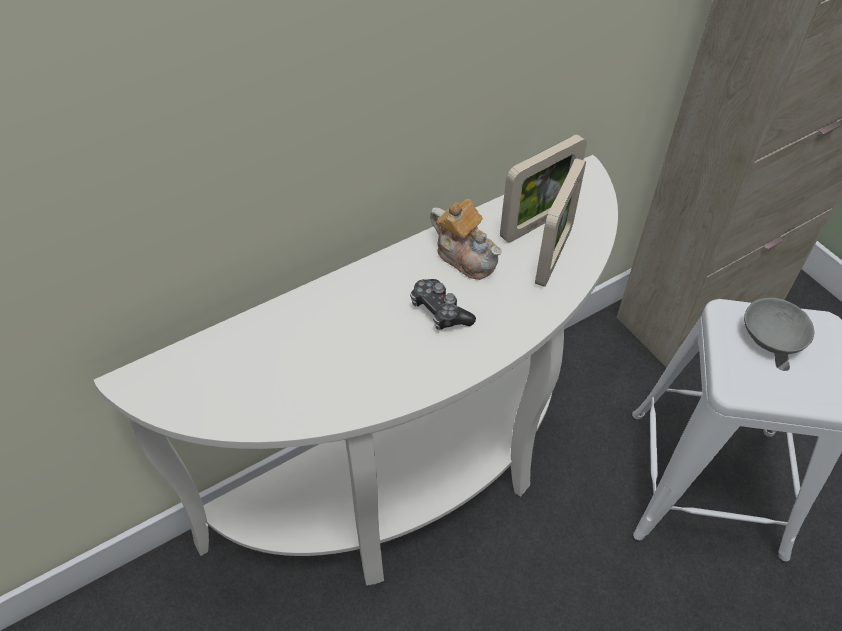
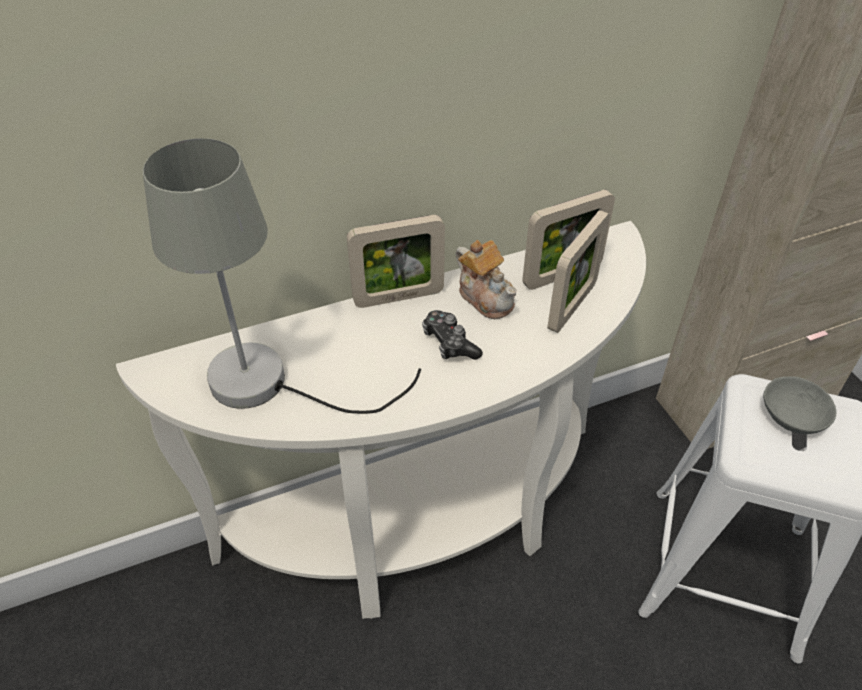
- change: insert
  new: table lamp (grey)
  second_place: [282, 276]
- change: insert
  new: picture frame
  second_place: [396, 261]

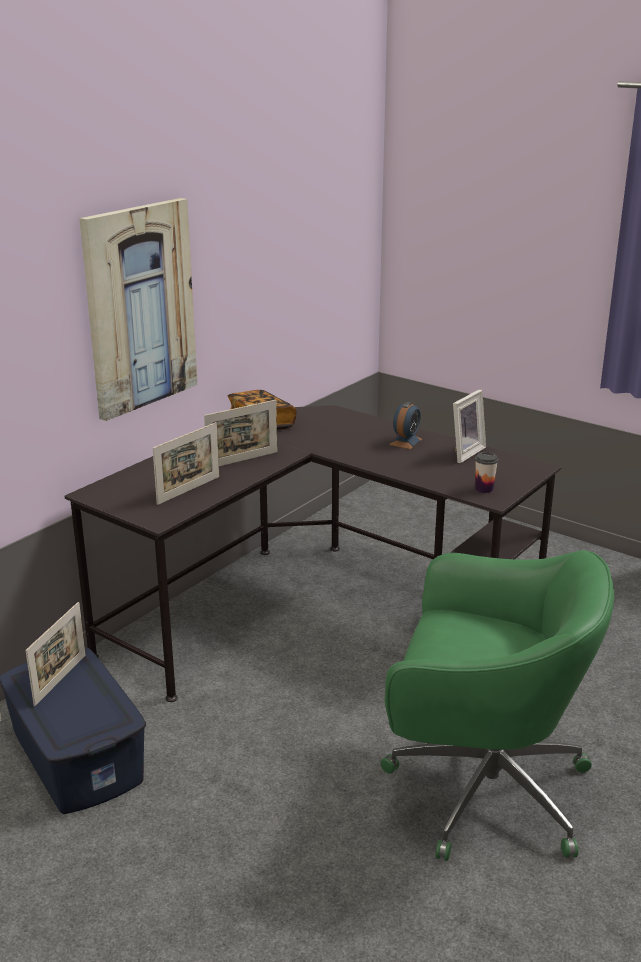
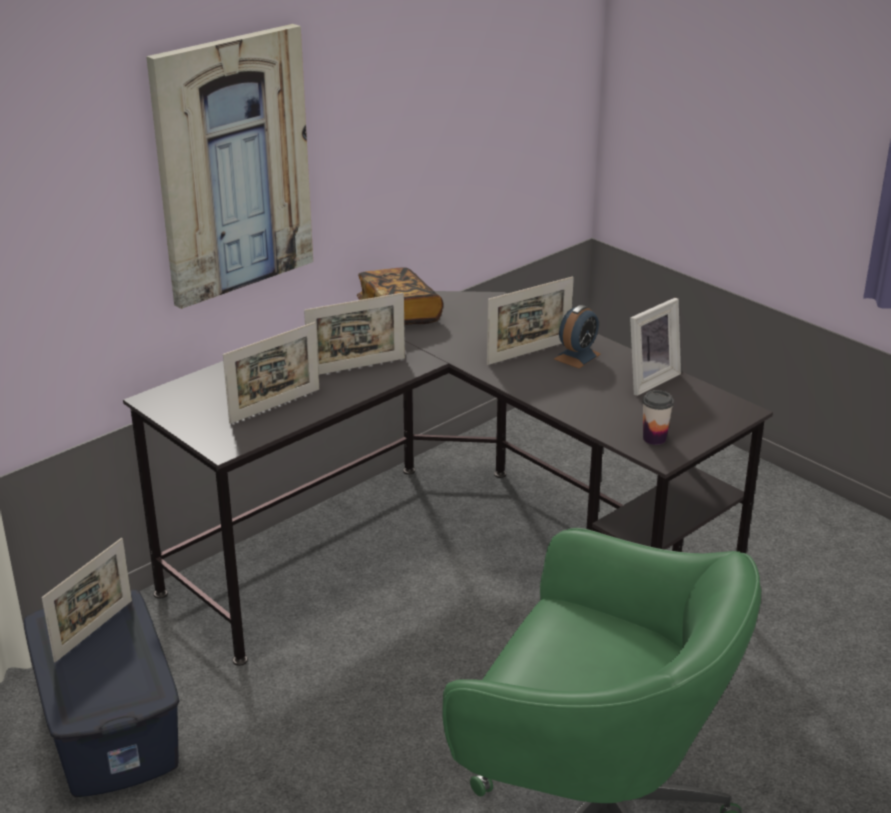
- change: insert
  new: picture frame
  second_place: [530, 320]

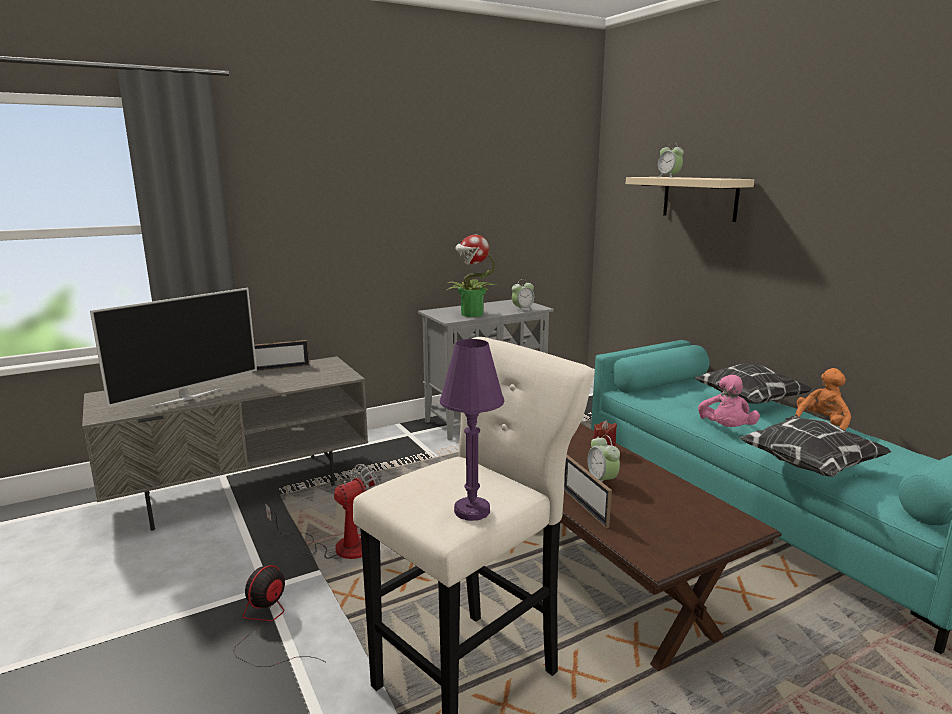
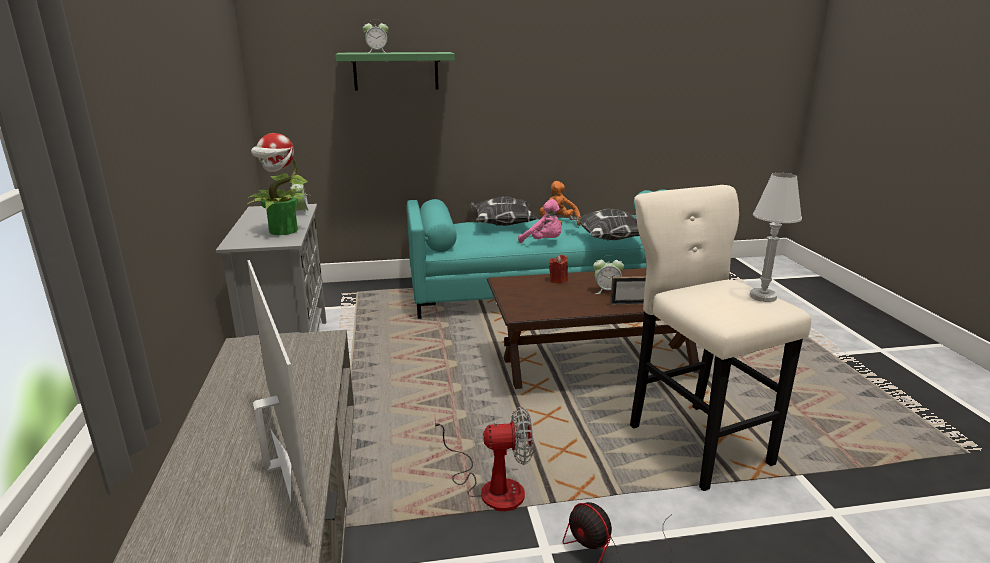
- change: delete
  old: picture frame
  first_place: [281, 356]
- change: rotate
  old: fan
  first_place: [322, 511]
  second_place: [484, 459]
  degrees: 105
- change: recolor
  old: table lamp (purple)
  new: table lamp (white)
  first_place: [472, 430]
  second_place: [776, 237]
- change: recolor
  old: shelf (beige)
  new: shelf (green)
  first_place: [690, 199]
  second_place: [395, 71]

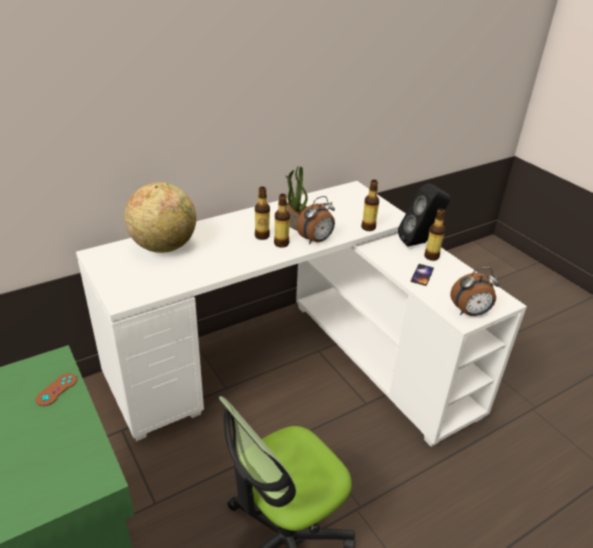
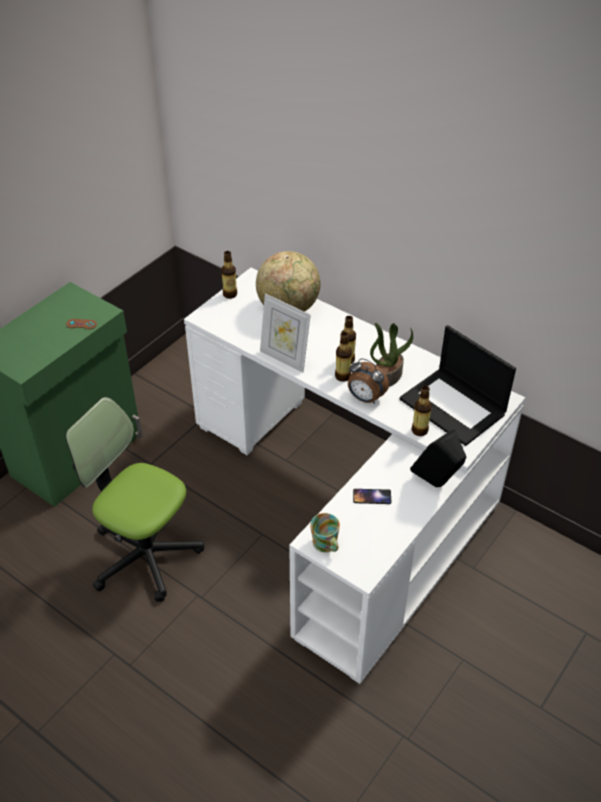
- change: move
  old: bottle
  first_place: [434, 234]
  second_place: [229, 275]
- change: replace
  old: alarm clock
  new: mug
  first_place: [474, 291]
  second_place: [325, 532]
- change: insert
  new: picture frame
  second_place: [285, 333]
- change: insert
  new: laptop
  second_place: [458, 385]

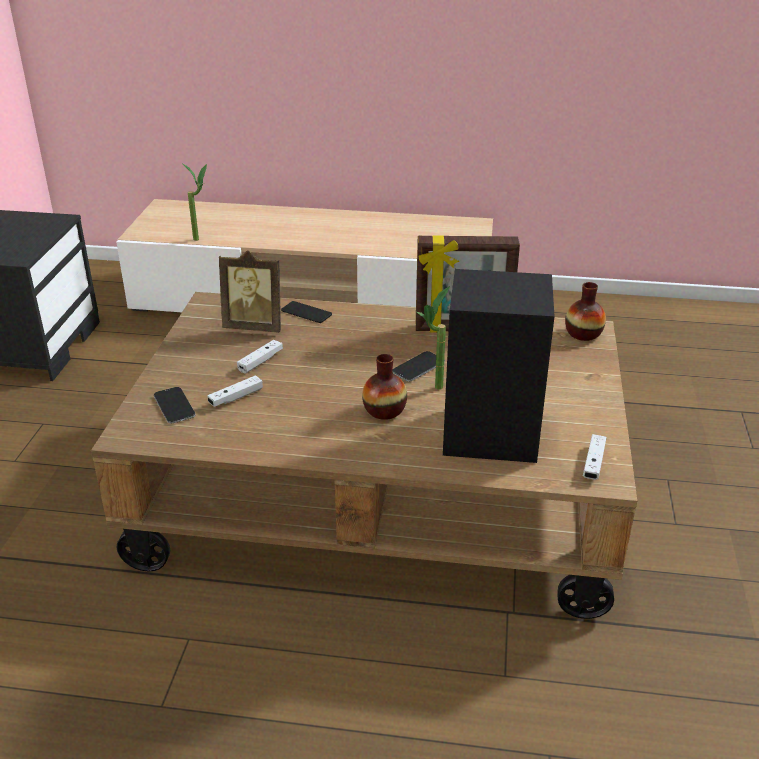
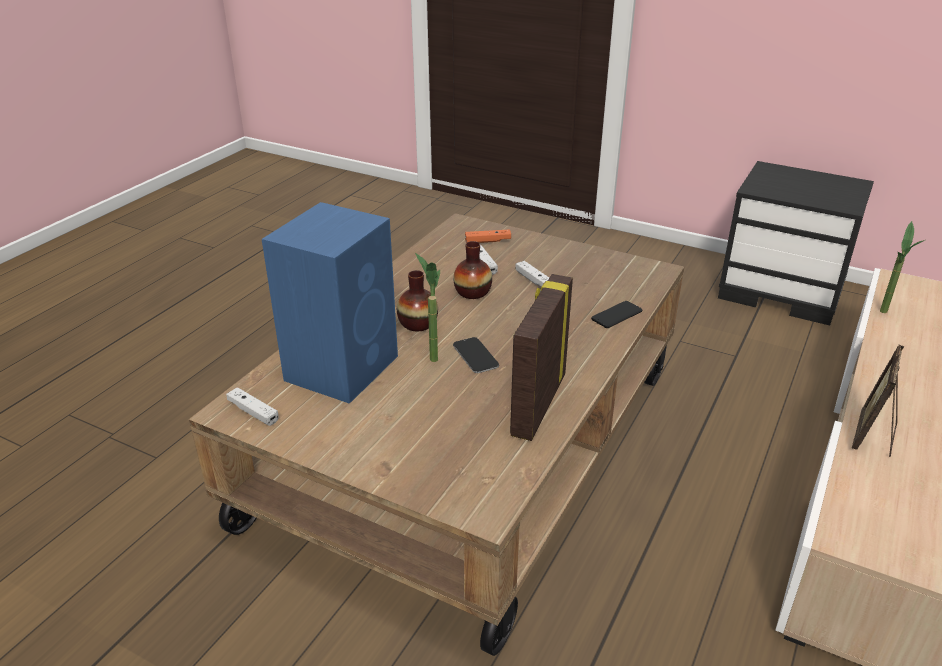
- change: replace
  old: phone
  new: game controller (orange)
  first_place: [174, 405]
  second_place: [488, 236]
- change: move
  old: picture frame
  first_place: [250, 291]
  second_place: [878, 401]
- change: recolor
  old: speaker (black)
  new: speaker (blue)
  first_place: [499, 366]
  second_place: [330, 303]
- change: move
  old: vase
  first_place: [585, 311]
  second_place: [472, 270]

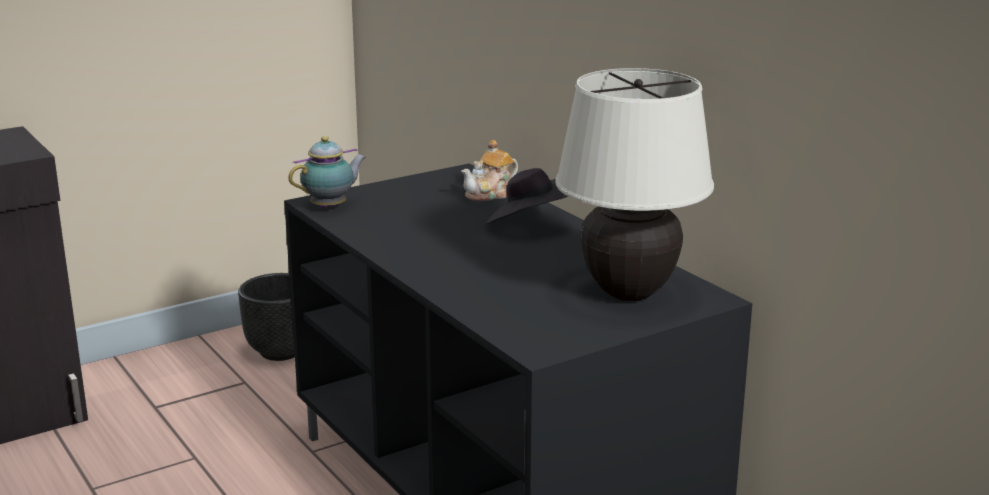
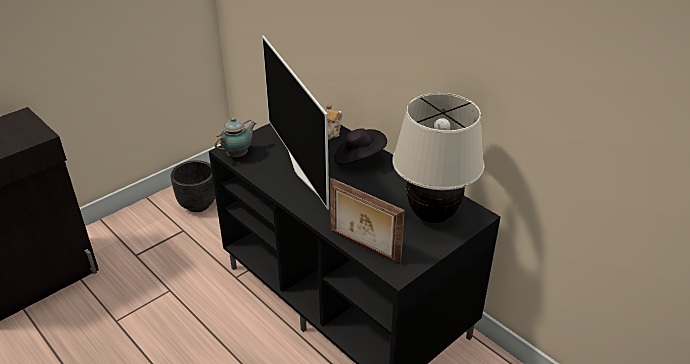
- change: insert
  new: television
  second_place: [295, 122]
- change: insert
  new: picture frame
  second_place: [367, 221]

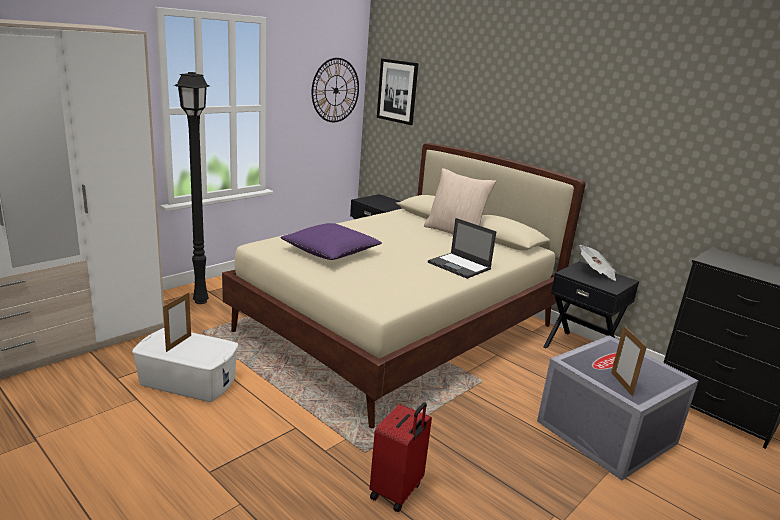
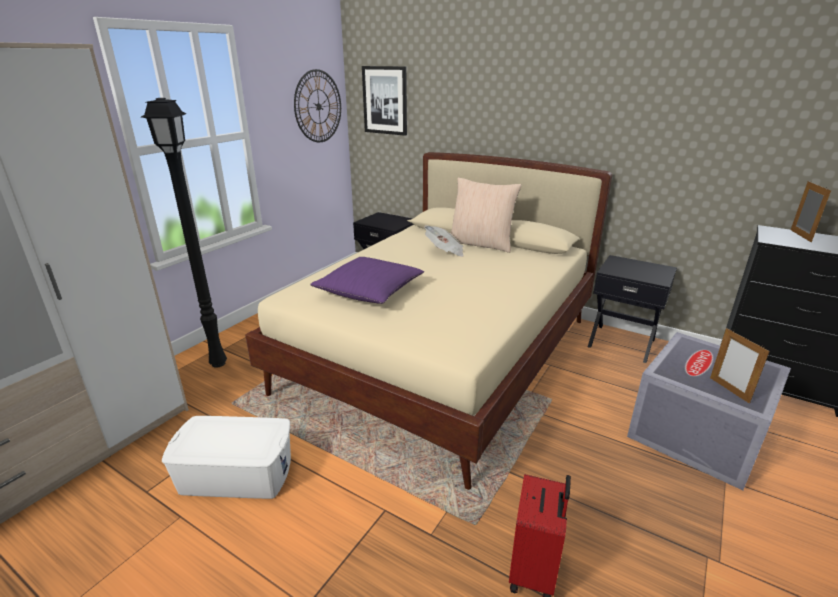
- change: move
  old: picture frame
  first_place: [177, 322]
  second_place: [811, 211]
- change: delete
  old: laptop
  first_place: [462, 248]
- change: move
  old: newspaper
  first_place: [597, 263]
  second_place: [443, 241]

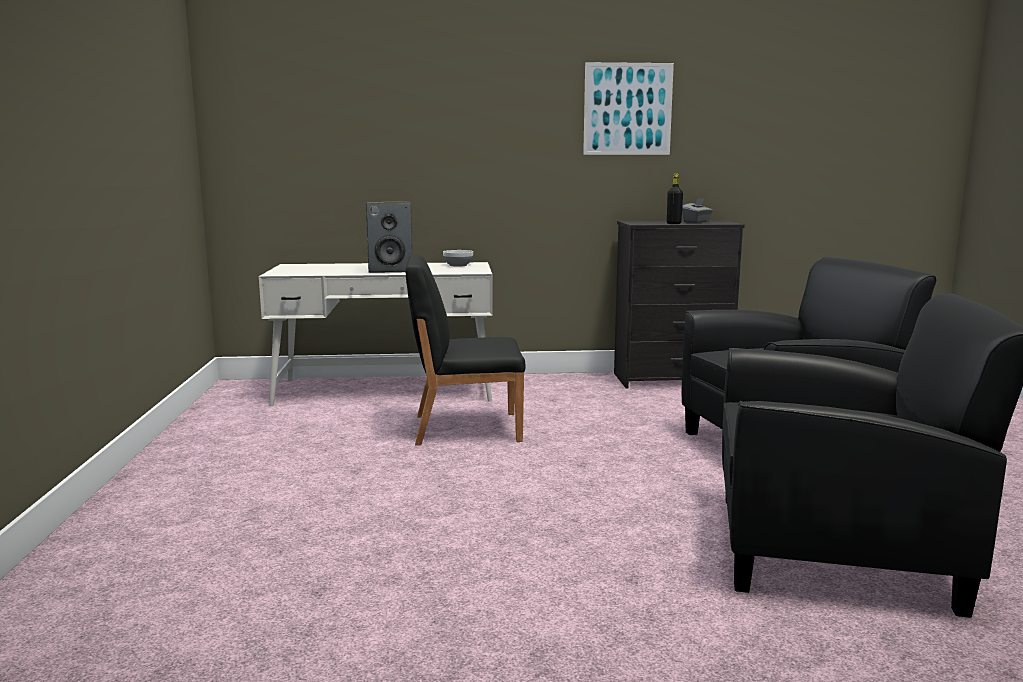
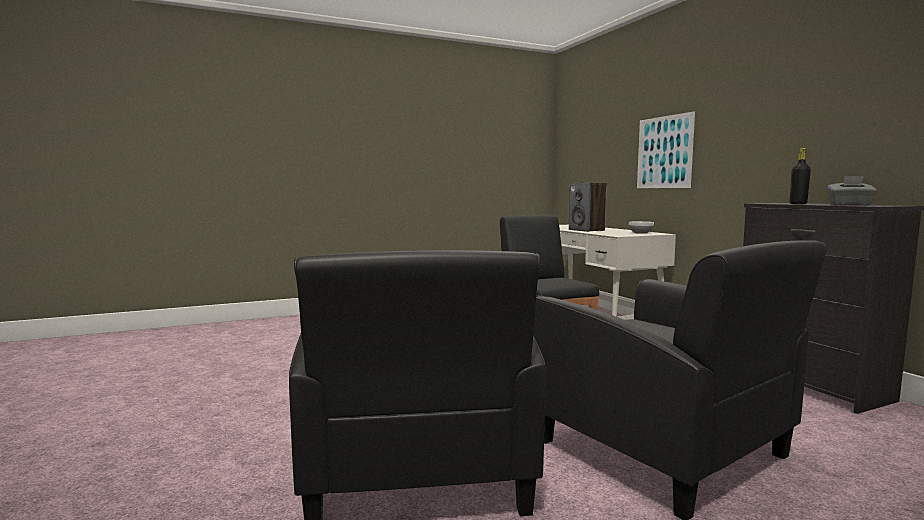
- change: move
  old: picture
  first_place: [628, 108]
  second_place: [666, 149]

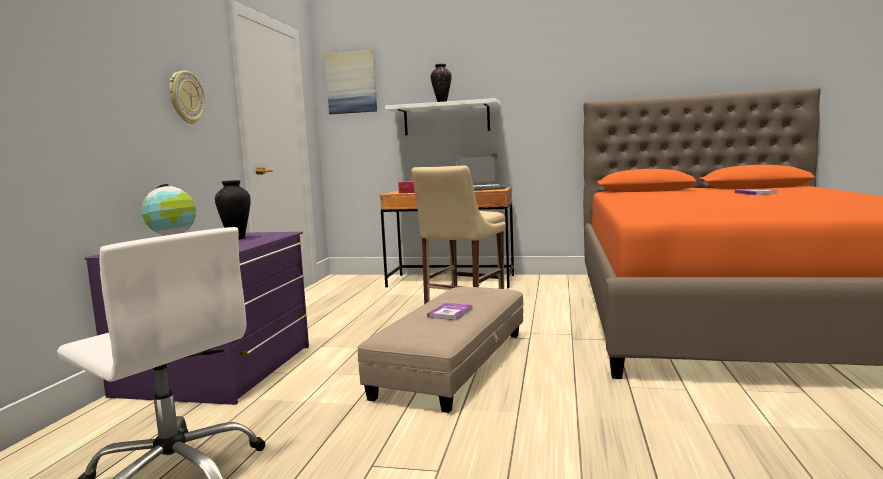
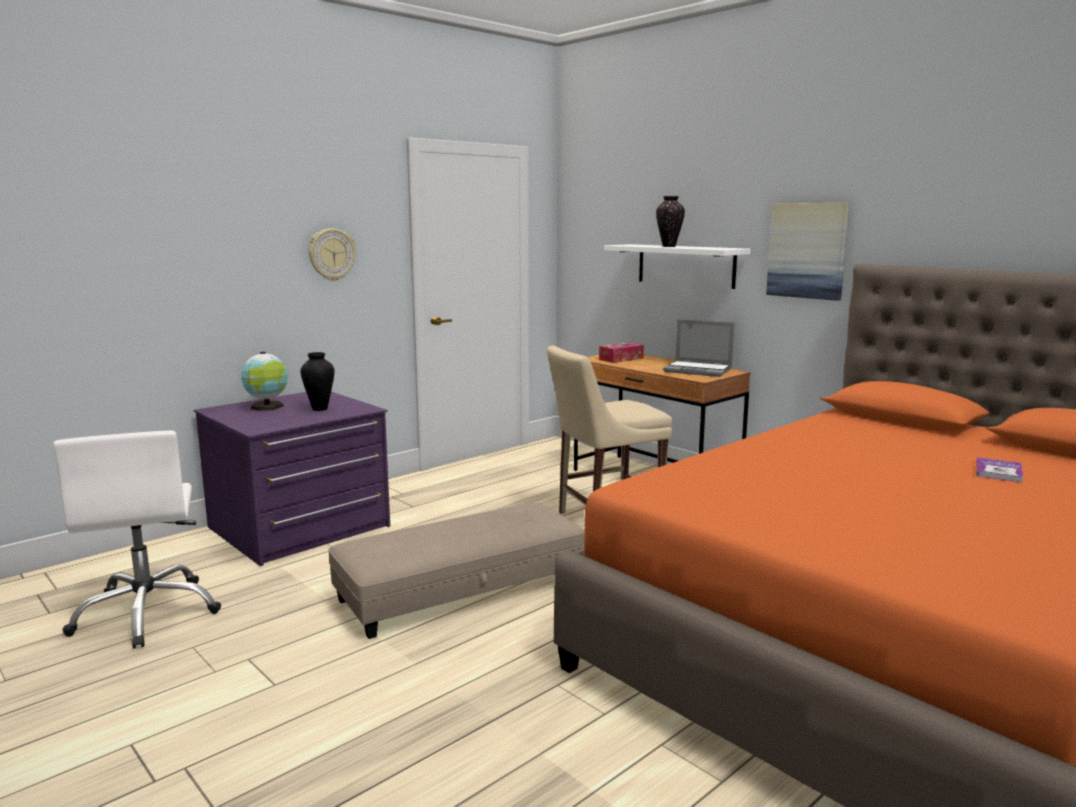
- change: move
  old: picture
  first_place: [351, 82]
  second_place: [808, 252]
- change: delete
  old: book
  first_place: [449, 311]

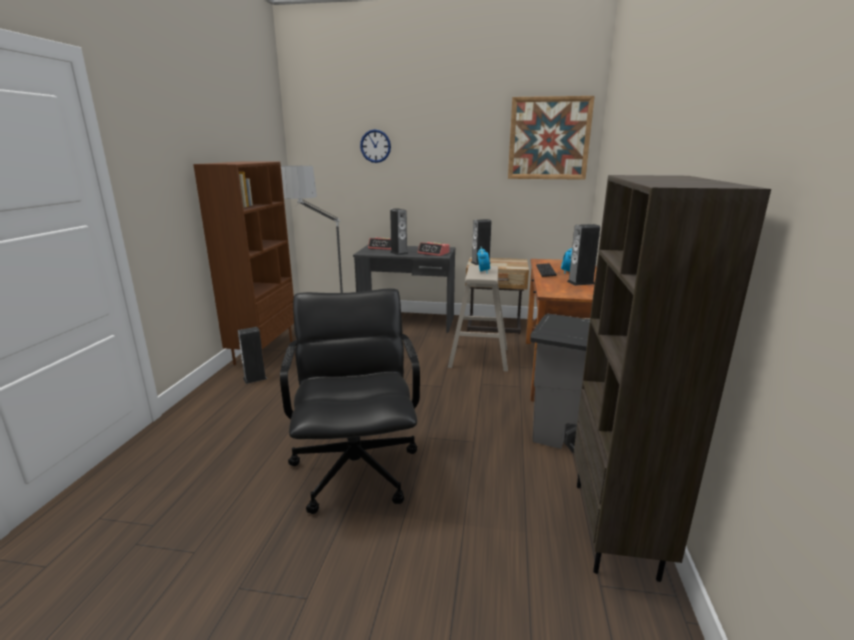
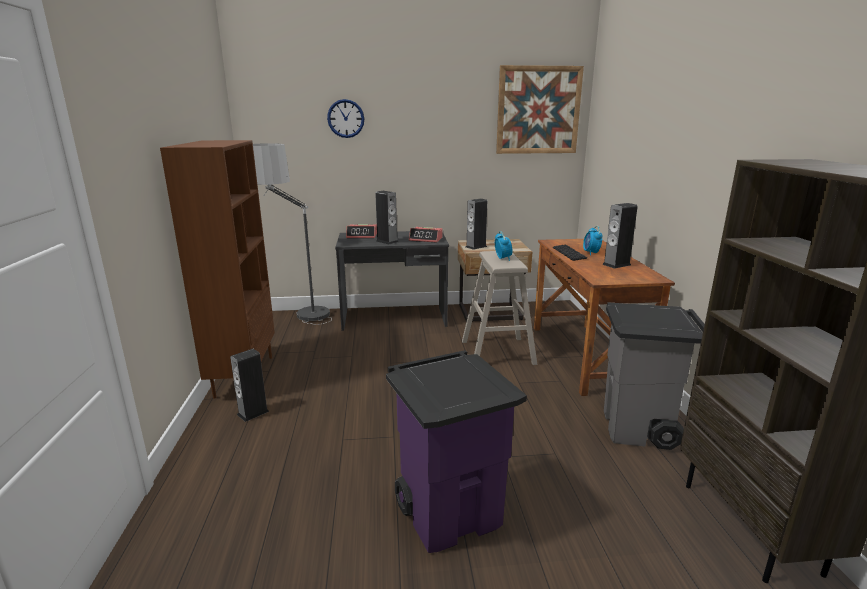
- change: replace
  old: office chair (black)
  new: trash can (purple)
  first_place: [350, 401]
  second_place: [456, 451]

